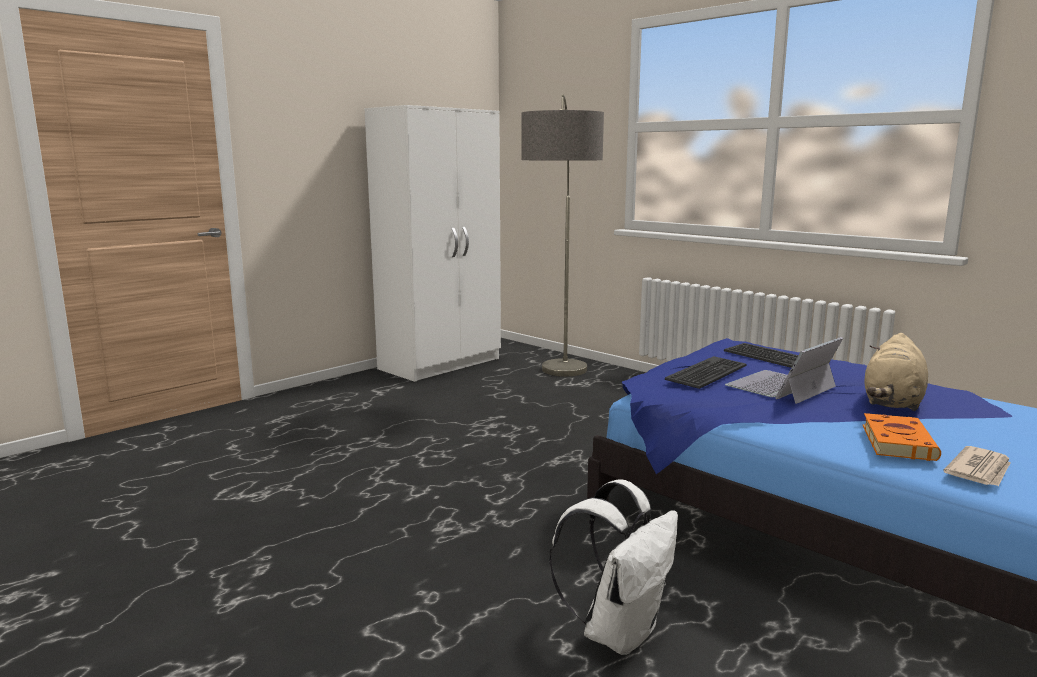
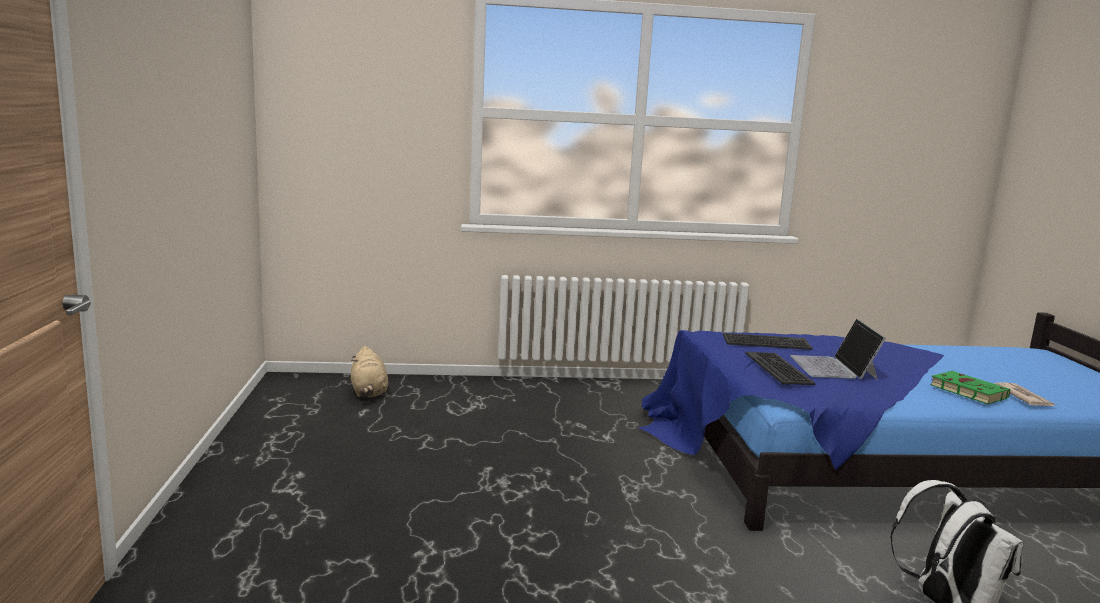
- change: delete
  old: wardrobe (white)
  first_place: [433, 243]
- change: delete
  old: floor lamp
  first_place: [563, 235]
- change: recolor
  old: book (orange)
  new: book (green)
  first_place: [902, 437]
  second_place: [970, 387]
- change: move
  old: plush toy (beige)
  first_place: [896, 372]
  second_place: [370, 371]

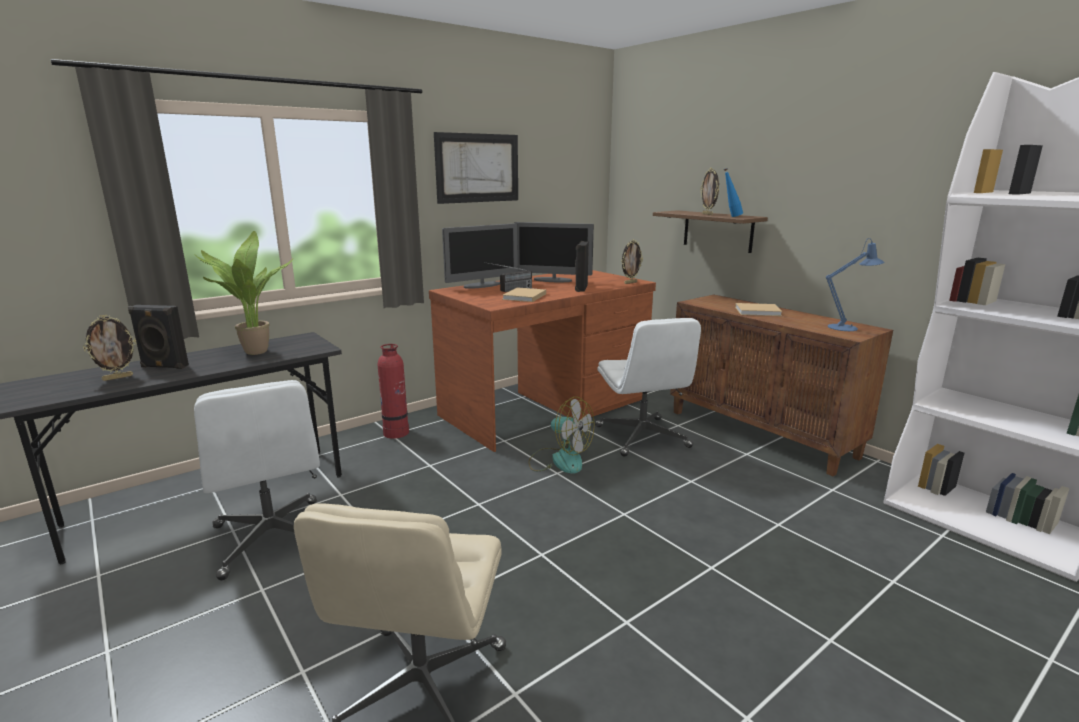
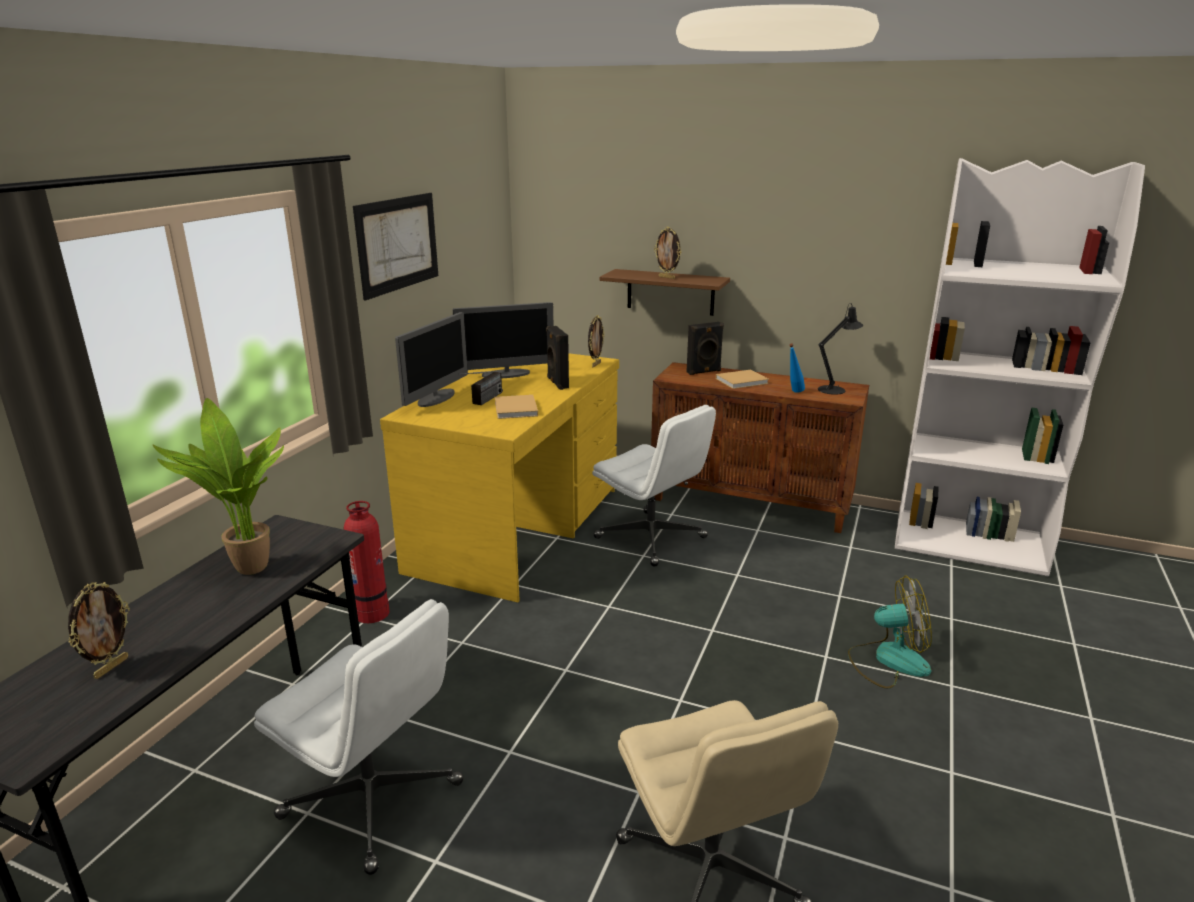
- change: move
  old: speaker (black)
  first_place: [158, 337]
  second_place: [705, 348]
- change: recolor
  old: desk (brown)
  new: desk (yellow)
  first_place: [542, 361]
  second_place: [499, 477]
- change: move
  old: fan
  first_place: [561, 435]
  second_place: [890, 632]
- change: move
  old: bottle (blue)
  first_place: [733, 192]
  second_place: [797, 368]
- change: recolor
  old: table lamp (blue)
  new: table lamp (black)
  first_place: [855, 284]
  second_place: [840, 349]

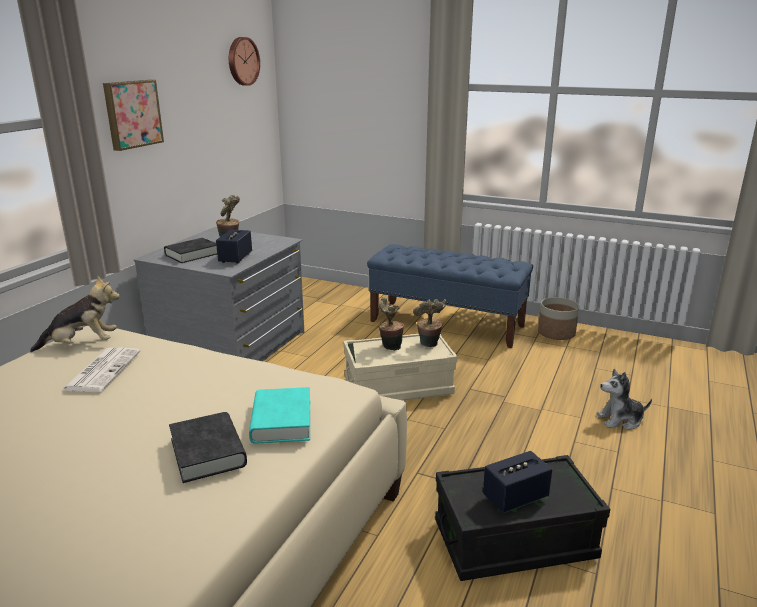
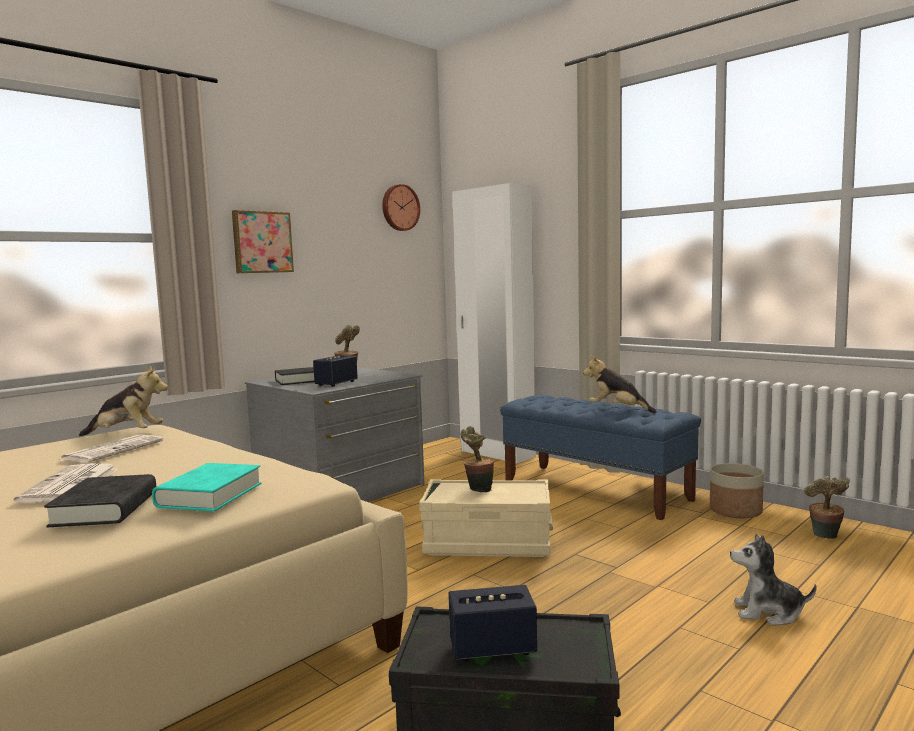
- change: move
  old: potted plant
  first_place: [429, 323]
  second_place: [827, 507]
- change: insert
  new: newspaper
  second_place: [66, 483]
- change: insert
  new: wardrobe (white)
  second_place: [494, 323]
- change: insert
  new: plush toy
  second_place: [620, 384]

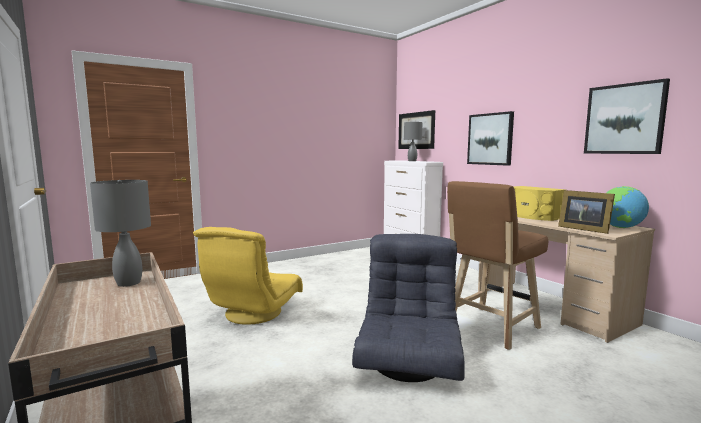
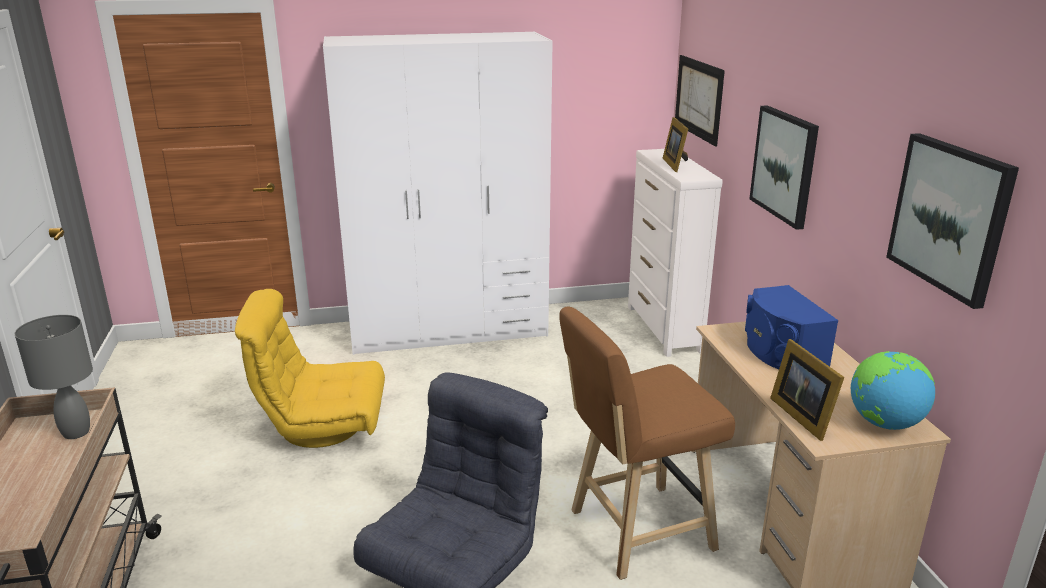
- change: rotate
  old: armchair (yellow)
  first_place: [248, 276]
  second_place: [310, 368]
  degrees: 45
- change: replace
  old: table lamp (grey)
  new: picture frame
  first_place: [413, 141]
  second_place: [675, 144]
- change: recolor
  old: speaker (yellow)
  new: speaker (blue)
  first_place: [539, 203]
  second_place: [791, 327]
- change: insert
  new: wardrobe (white)
  second_place: [438, 193]

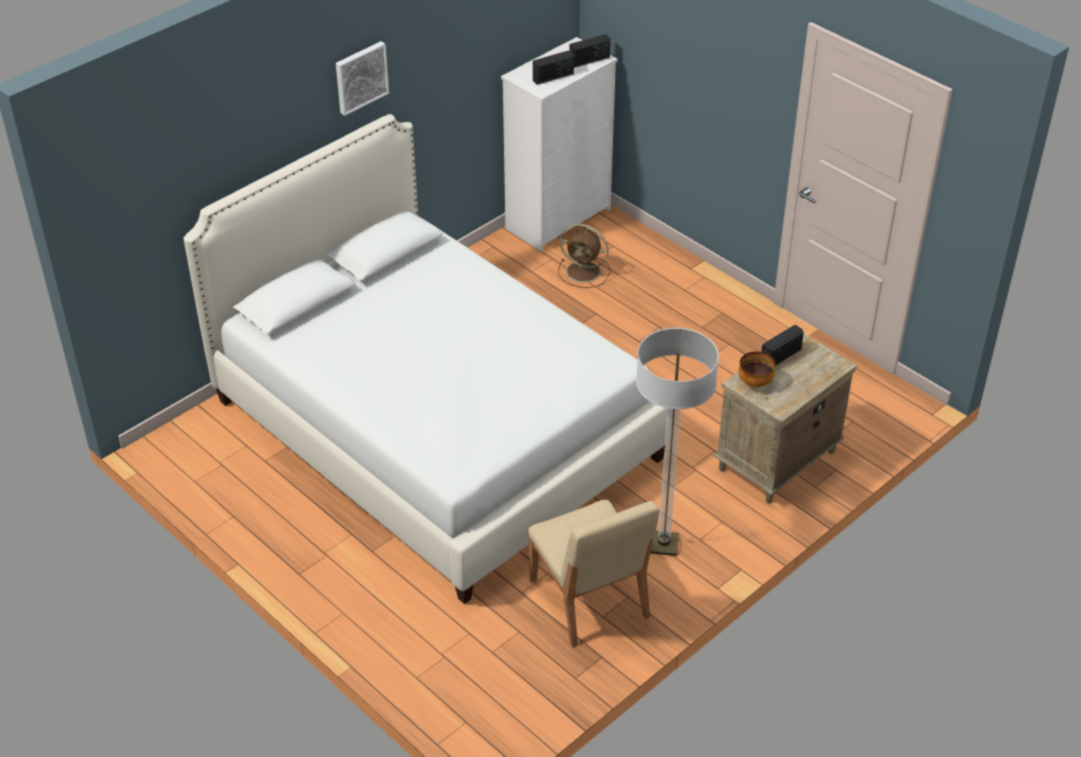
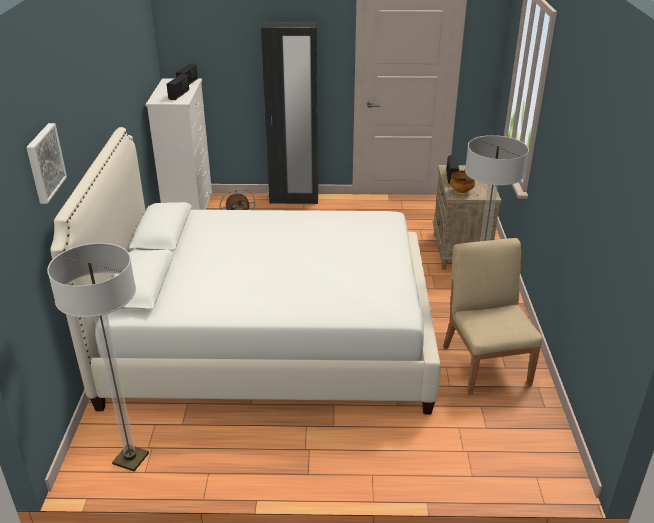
- change: move
  old: picture
  first_place: [362, 78]
  second_place: [46, 163]
- change: rotate
  old: chair (beige)
  first_place: [593, 574]
  second_place: [492, 316]
  degrees: -120
- change: insert
  new: floor lamp
  second_place: [98, 357]
- change: insert
  new: wardrobe (black)
  second_place: [289, 112]

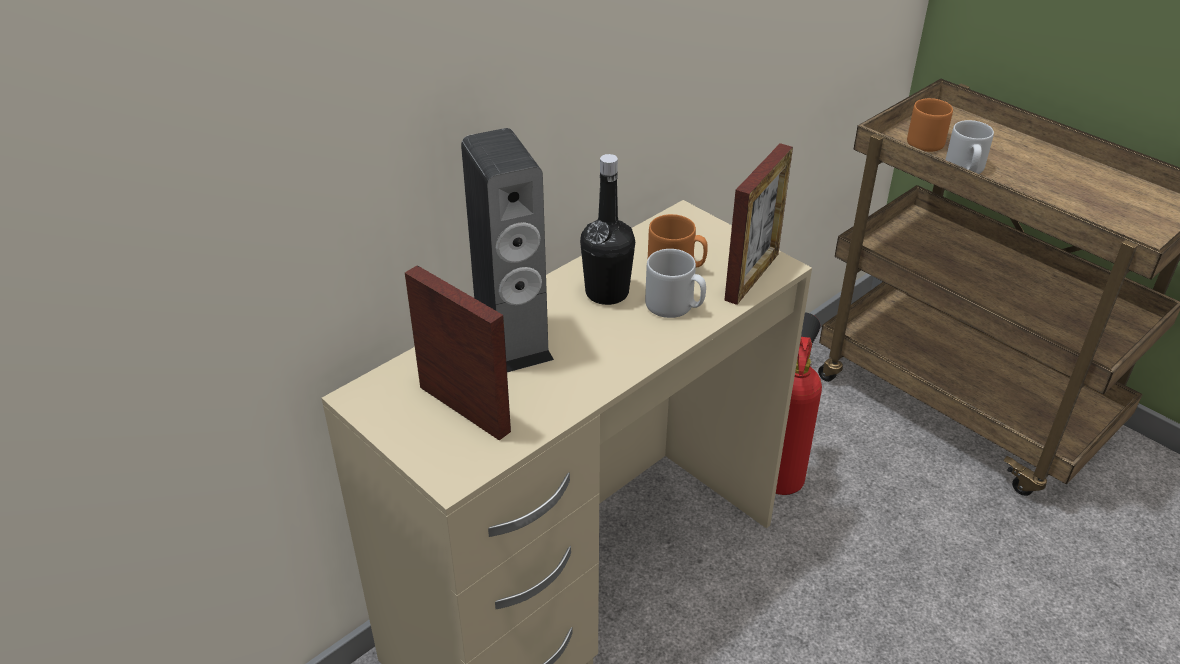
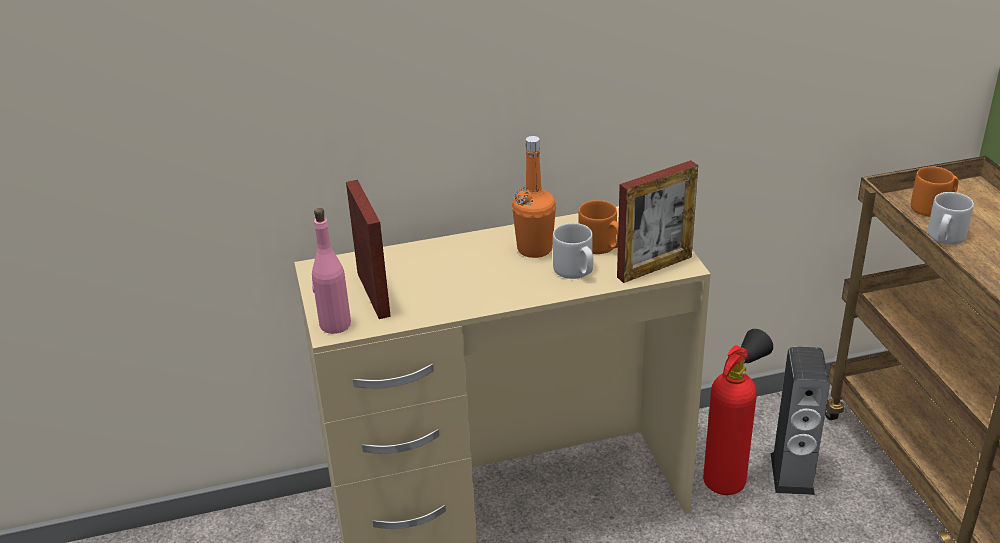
- change: move
  old: speaker
  first_place: [507, 250]
  second_place: [800, 421]
- change: recolor
  old: bottle (black)
  new: bottle (orange)
  first_place: [607, 229]
  second_place: [534, 197]
- change: insert
  new: bottle (pink)
  second_place: [331, 271]

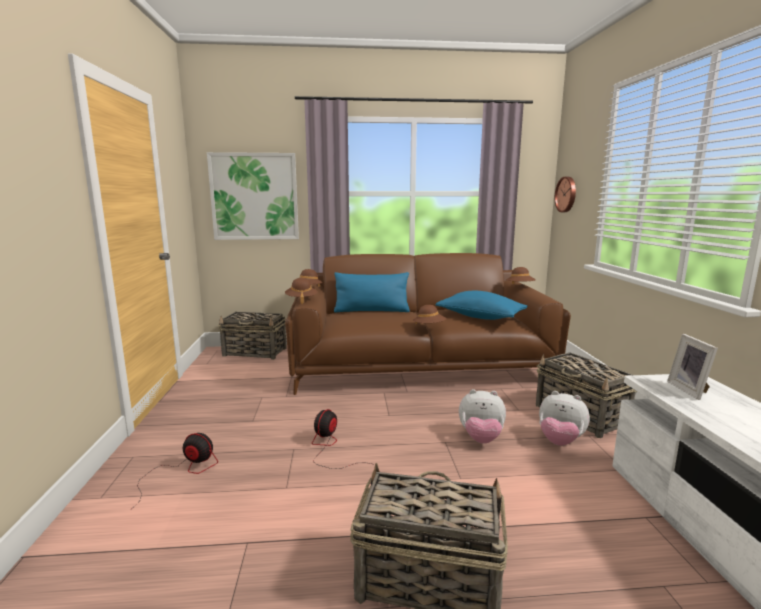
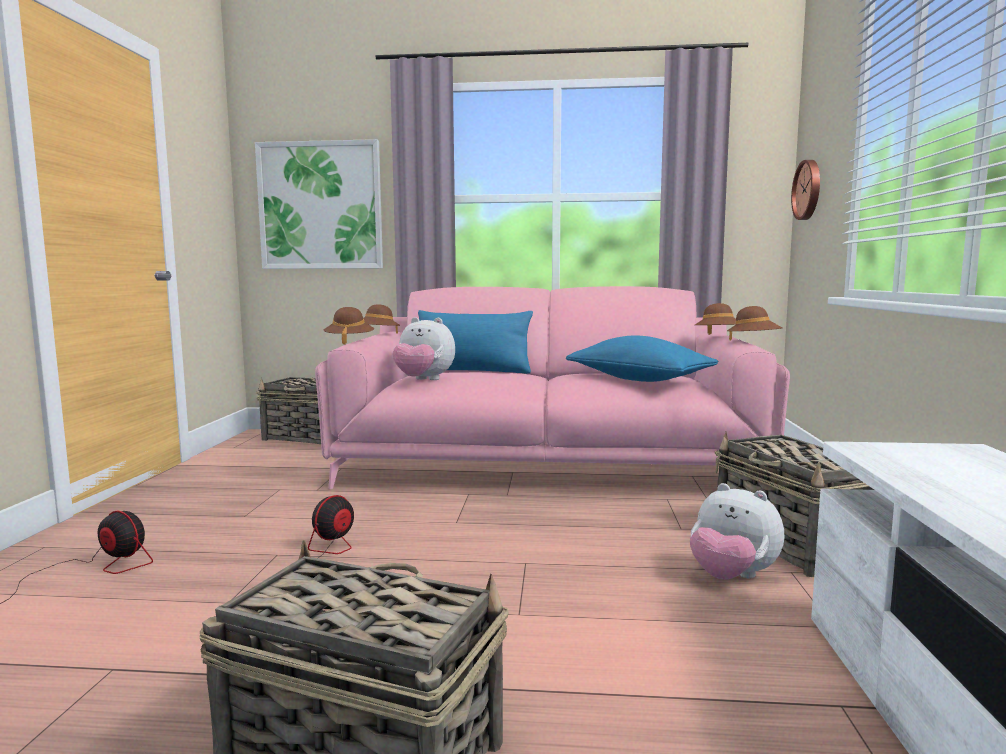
- change: recolor
  old: sofa (brown)
  new: sofa (pink)
  first_place: [428, 324]
  second_place: [552, 387]
- change: move
  old: hat (brown)
  first_place: [429, 314]
  second_place: [754, 323]
- change: move
  old: plush toy
  first_place: [482, 416]
  second_place: [423, 348]
- change: delete
  old: picture frame
  first_place: [692, 367]

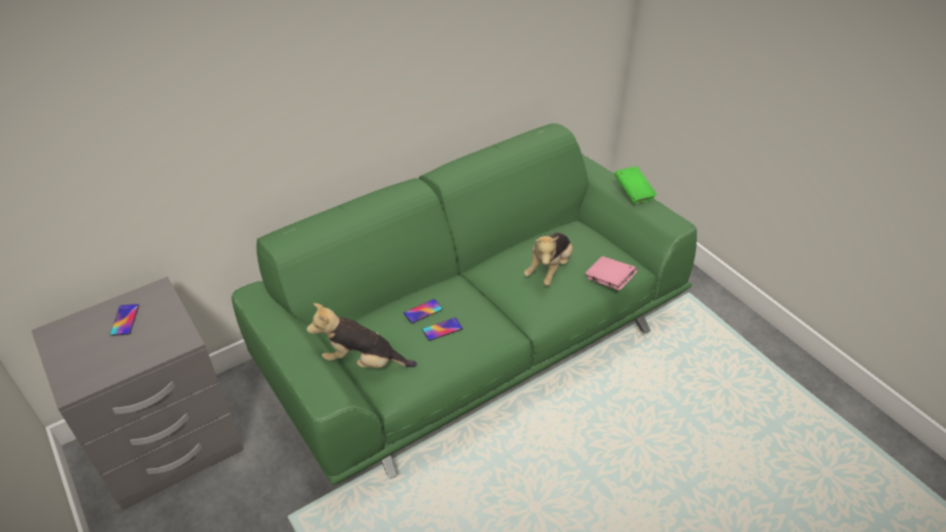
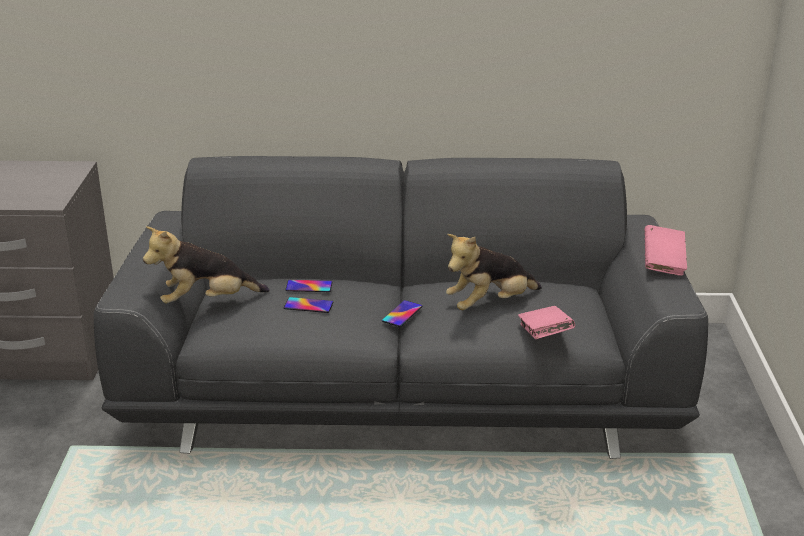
- change: move
  old: phone
  first_place: [124, 320]
  second_place: [402, 313]
- change: recolor
  old: sofa (green)
  new: sofa (grey)
  first_place: [464, 304]
  second_place: [401, 307]
- change: rotate
  old: plush toy
  first_place: [362, 335]
  second_place: [206, 265]
  degrees: -60
- change: recolor
  old: book (green)
  new: book (pink)
  first_place: [635, 185]
  second_place: [665, 250]

